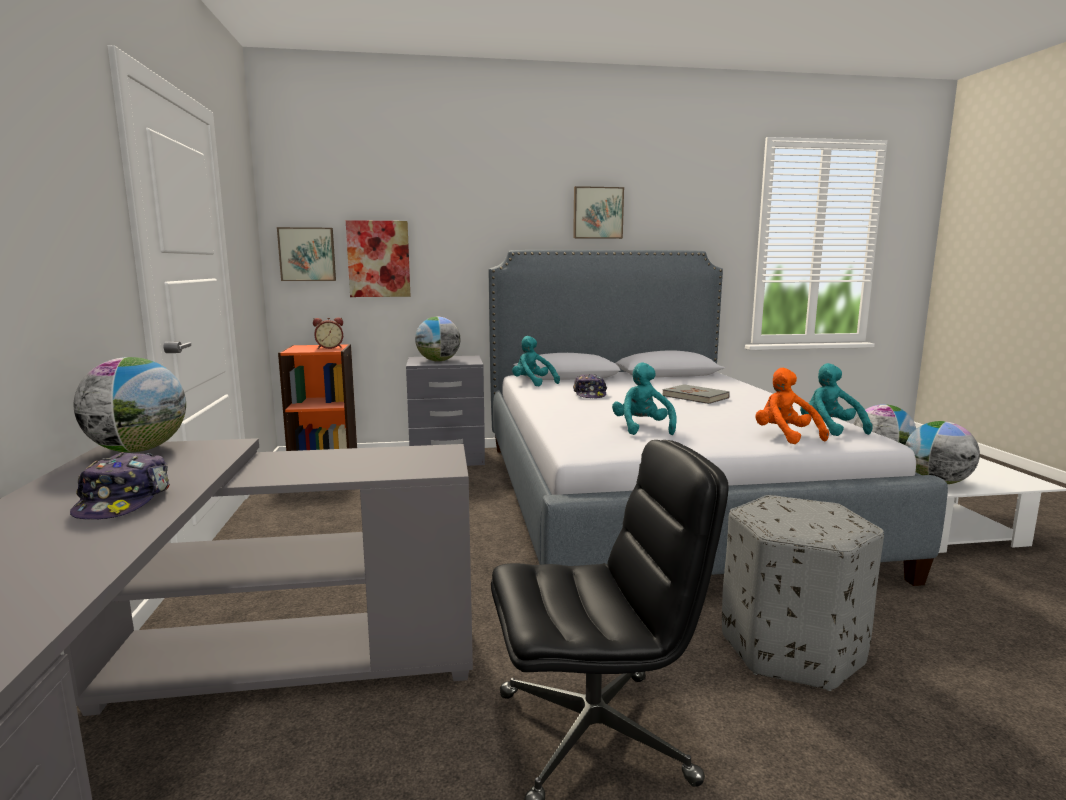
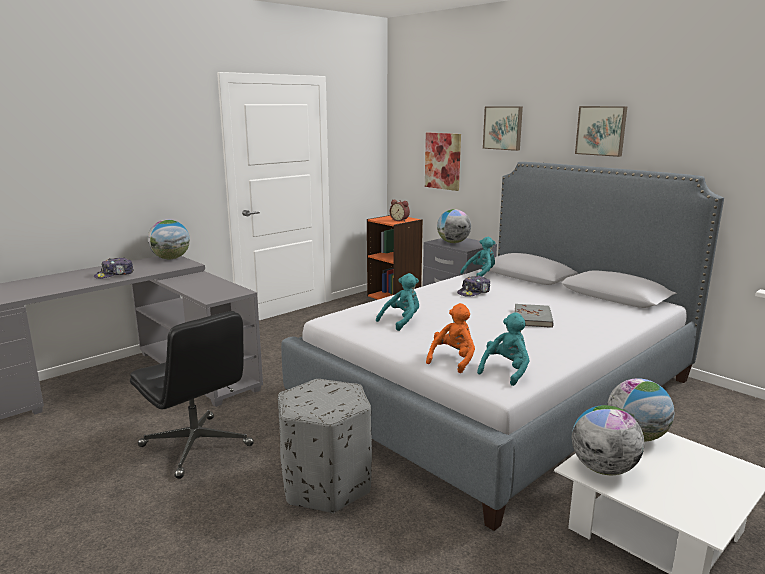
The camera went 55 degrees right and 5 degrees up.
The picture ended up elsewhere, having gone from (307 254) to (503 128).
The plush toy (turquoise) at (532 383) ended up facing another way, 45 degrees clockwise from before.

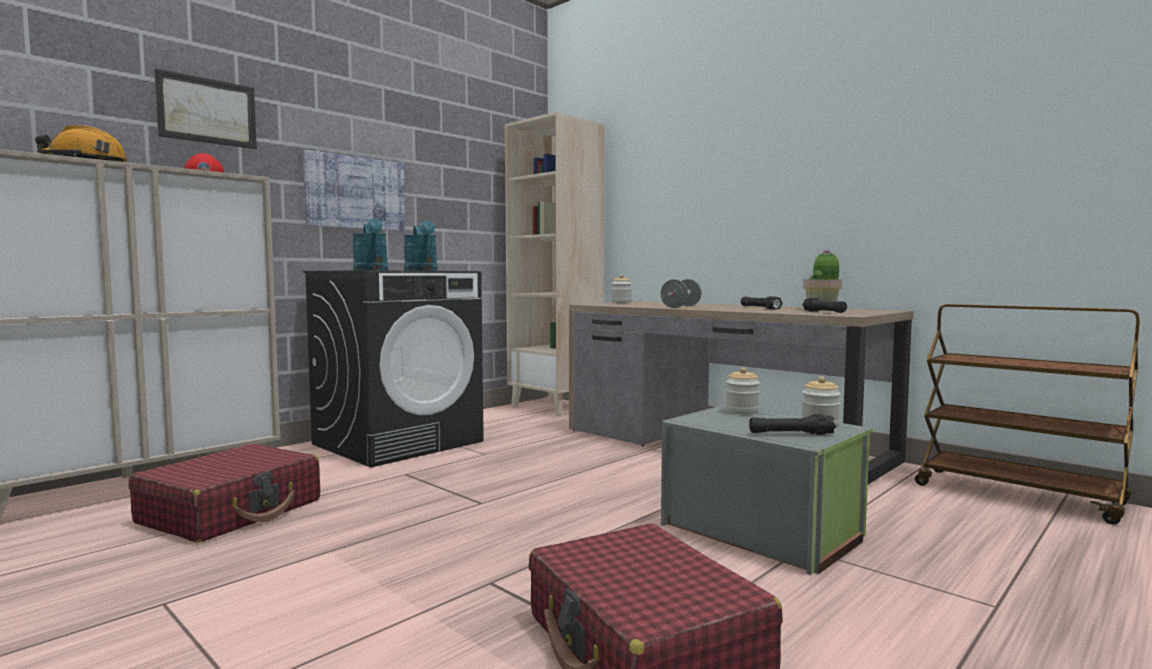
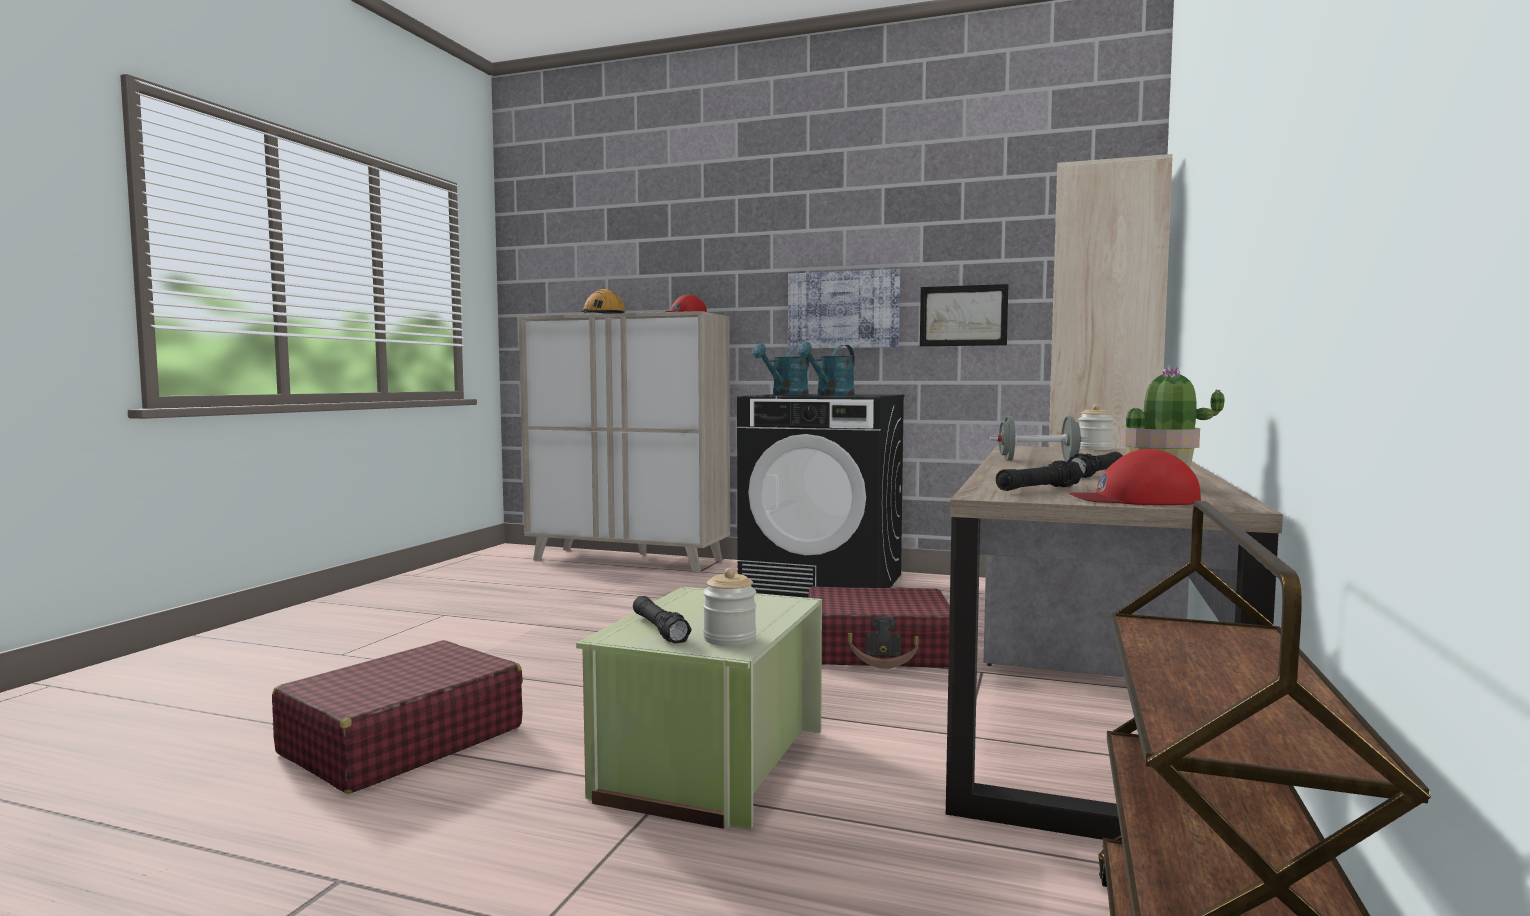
The camera went 65 degrees right and 0 degrees up.
The picture ended up elsewhere, having gone from (207 111) to (963 315).
The second view lost the jar at (742 411).
What was the storage box (grey) at (760 531) turned into the storage box (green) at (708 763).
The suitcase (red) ended up elsewhere, having gone from (232 512) to (879 650).
The second view gained the cap (red) at (1136 499).

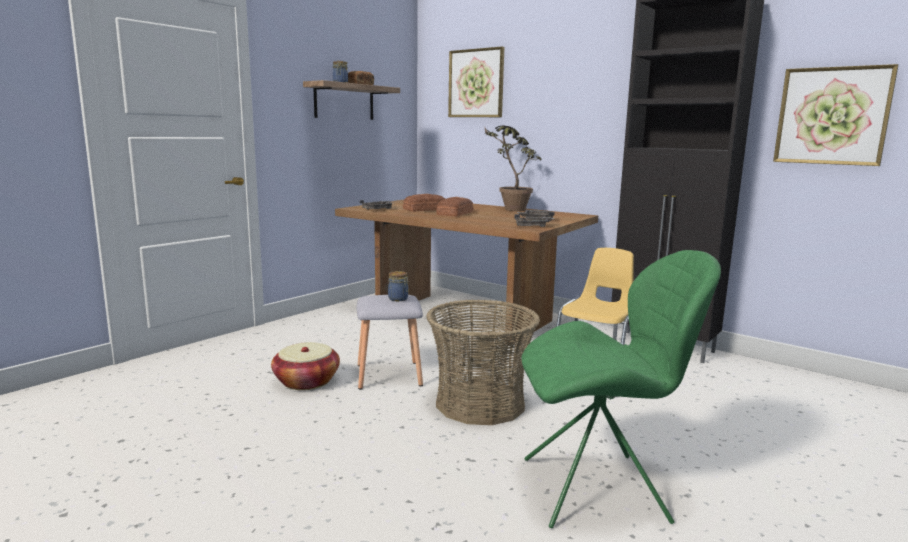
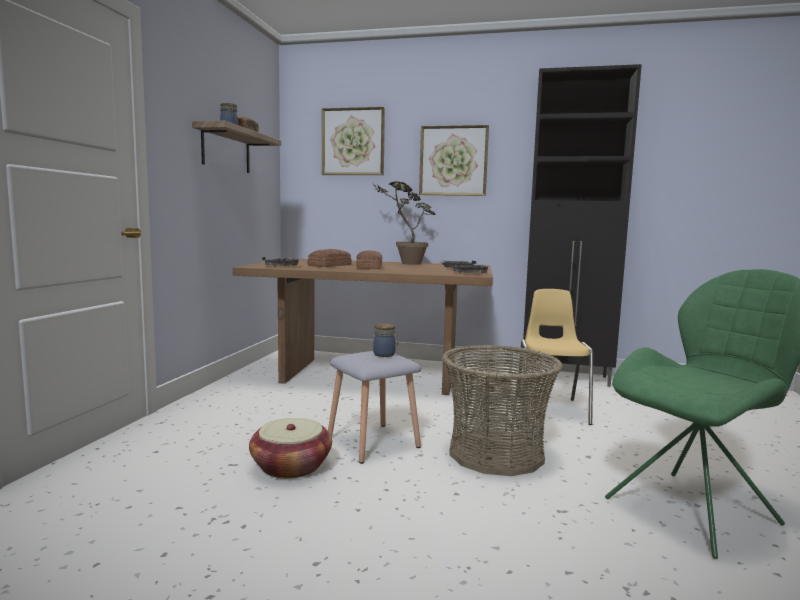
The camera went 25 degrees left and 5 degrees down.
The picture ended up elsewhere, having gone from (832 116) to (453 161).

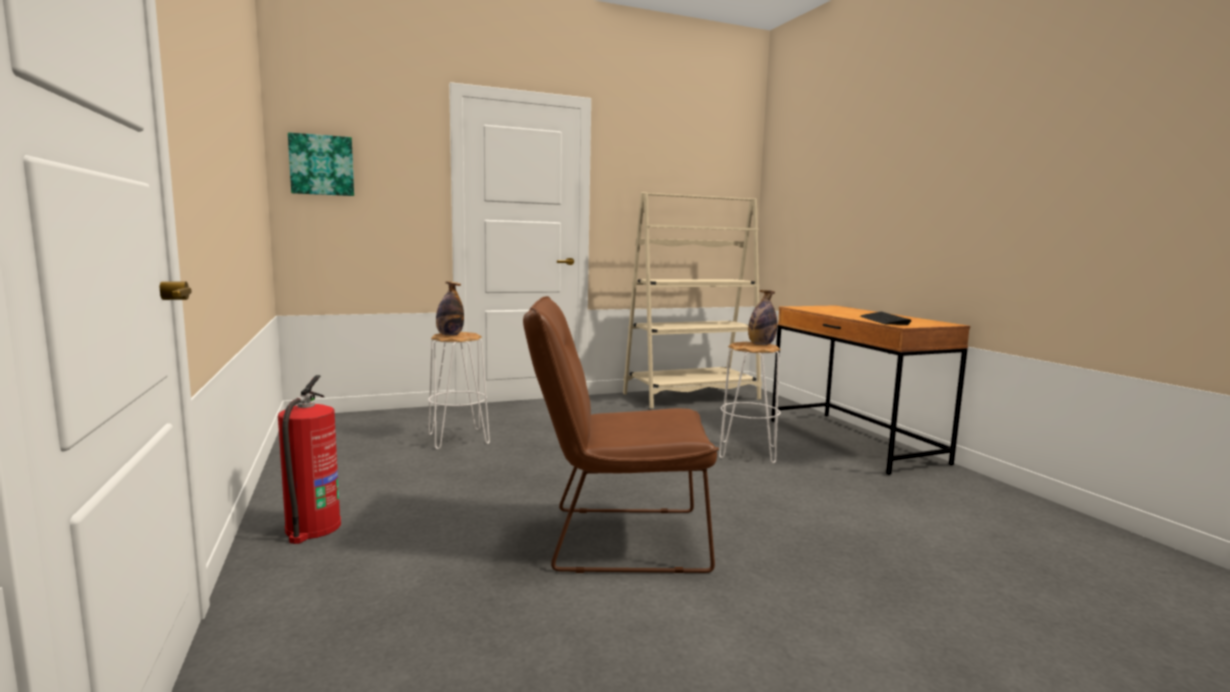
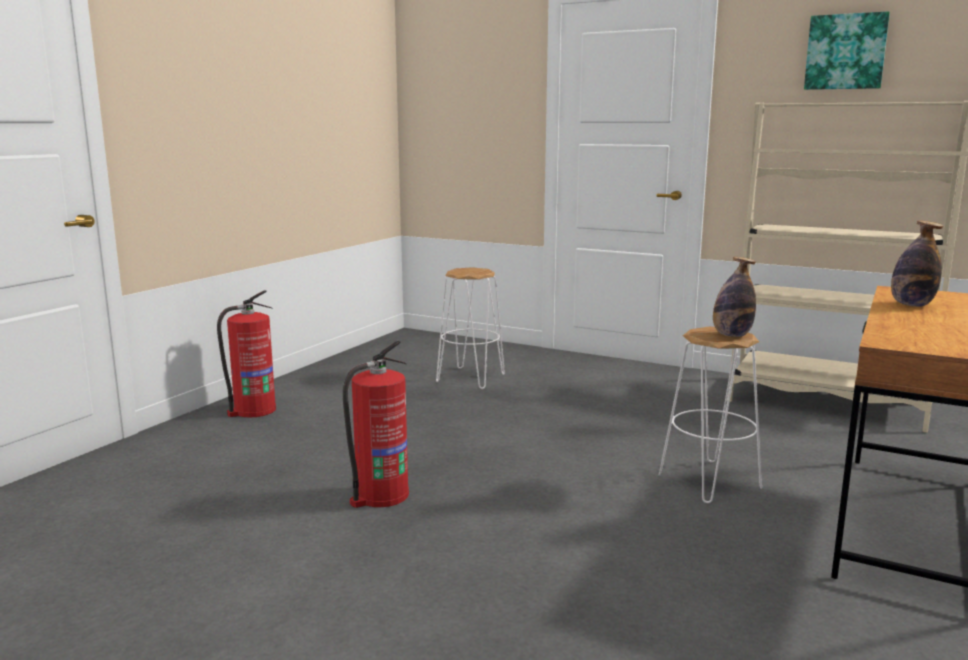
The camera went 50 degrees right and 5 degrees up.
The picture ended up elsewhere, having gone from (322 165) to (845 52).
The bottle ended up elsewhere, having gone from (449 335) to (911 305).
Where the chair (brown) stood at (615 539), the fire extinguisher came to stand at (380 495).
The second view lost the keyboard at (884 320).

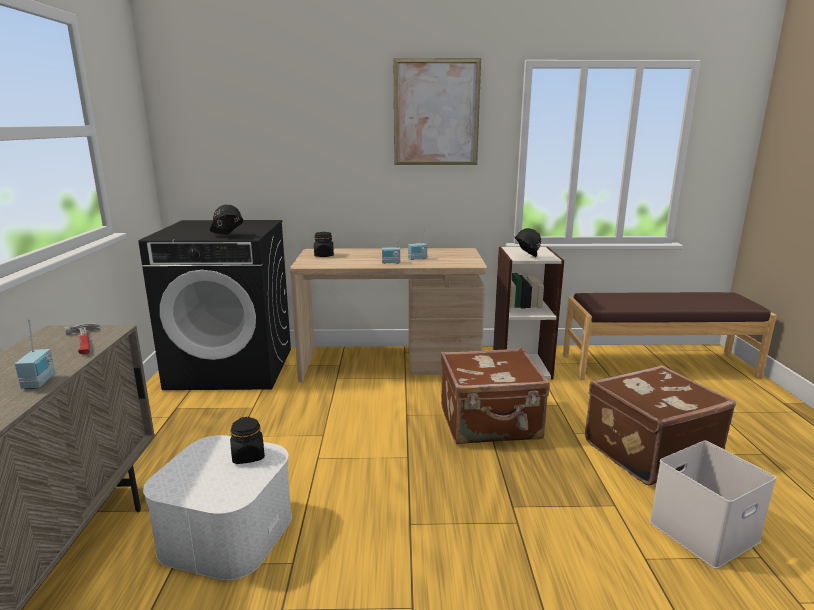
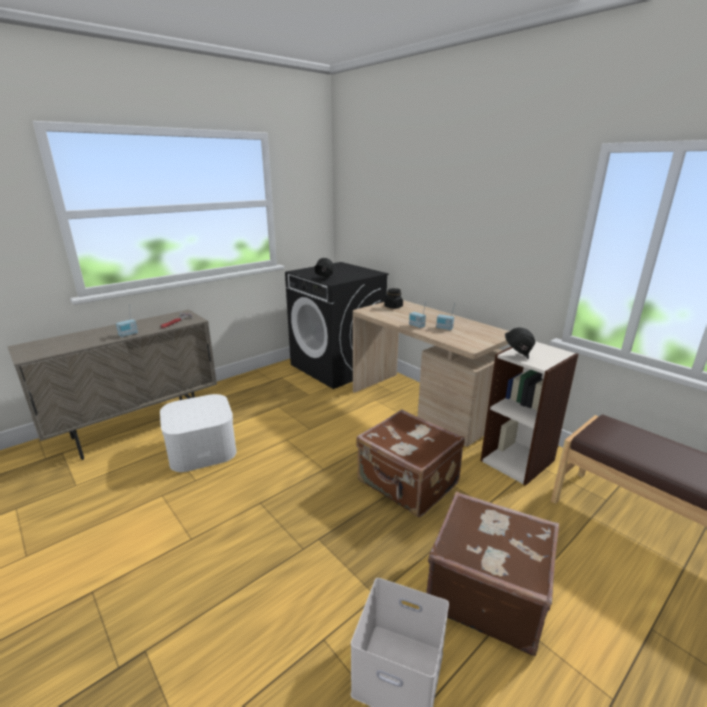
The camera went 50 degrees right and 5 degrees up.
The second view lost the picture at (436 113).
The second view lost the jar (black) at (248 456).

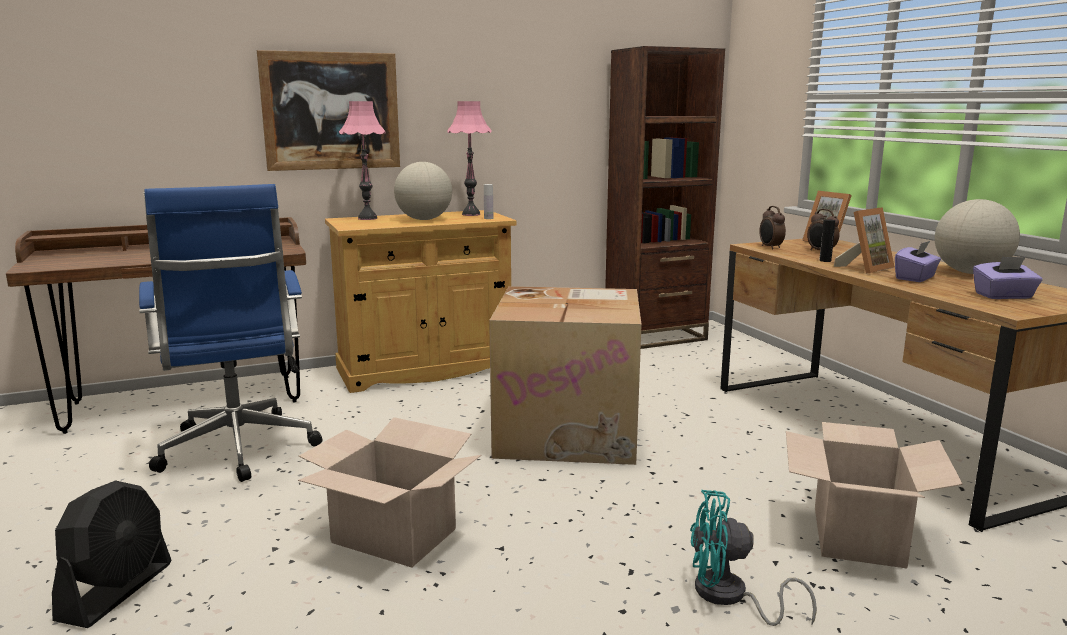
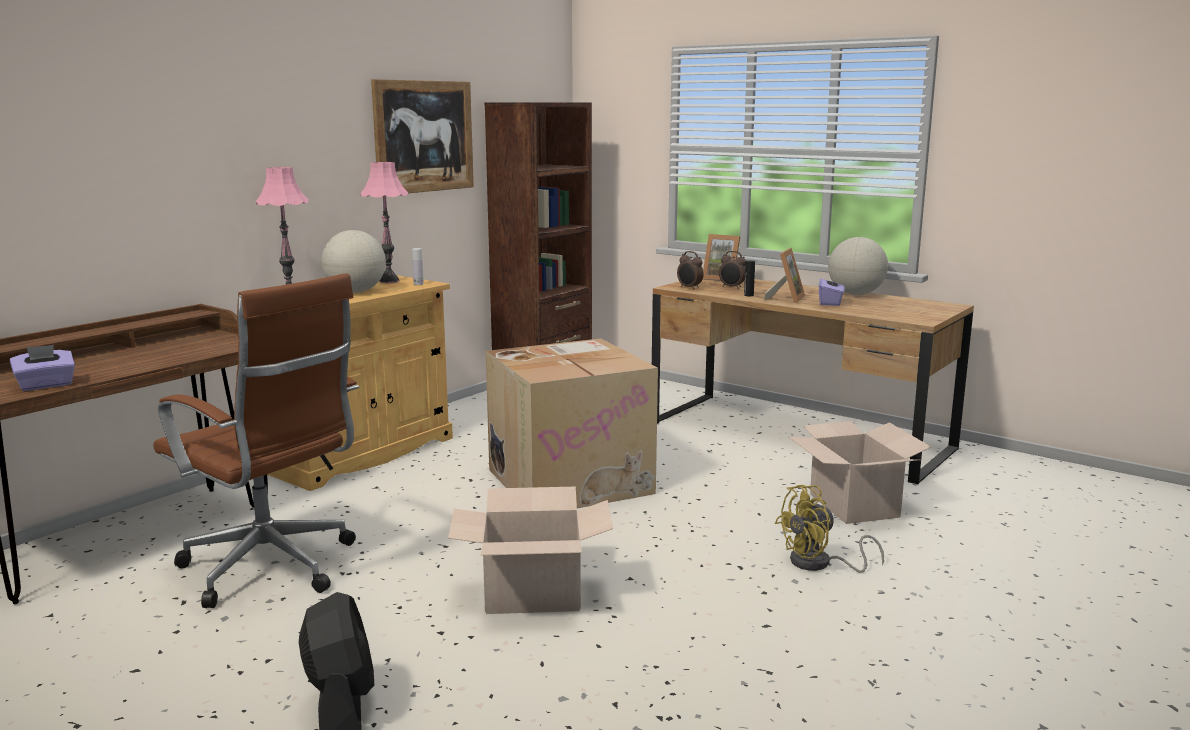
The camera went 30 degrees left and 0 degrees up.
The picture ended up elsewhere, having gone from (331 111) to (424 136).
What was the office chair (blue) at (238 452) turned into the office chair (brown) at (273 569).
The tissue box (purple) ended up elsewhere, having gone from (1003 296) to (46 385).
What was the fan (turquoise) at (729 597) turned into the fan (yellow) at (819 564).

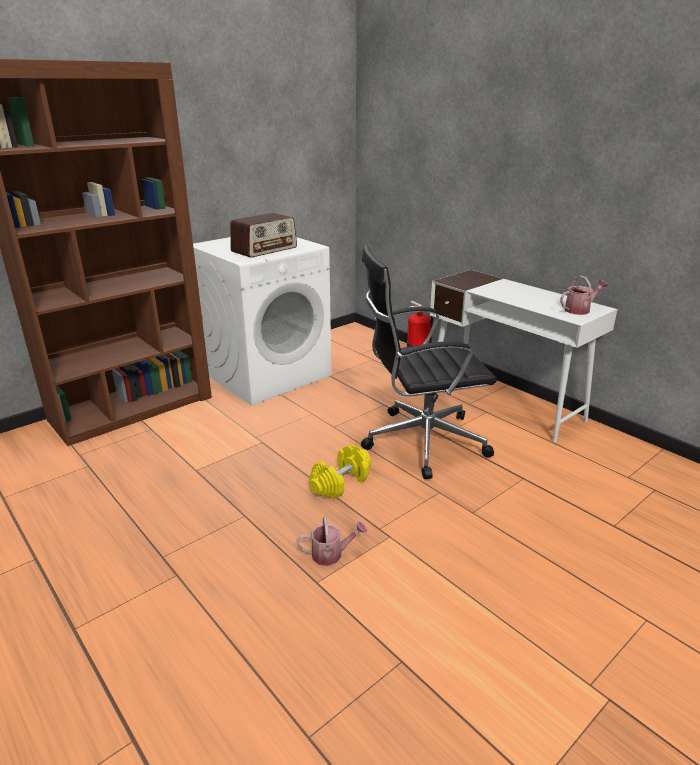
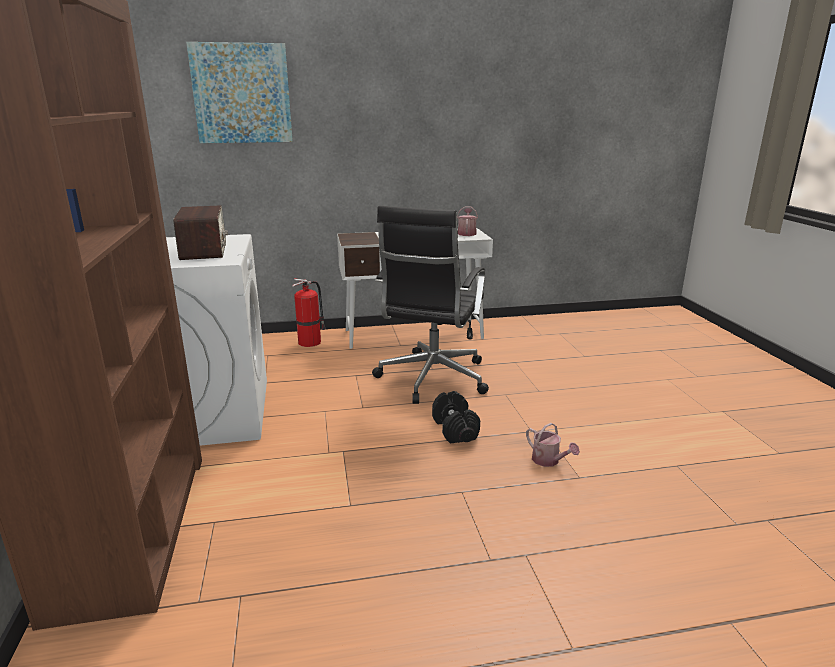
The camera went 60 degrees left and 5 degrees down.
What was the dumbbell (yellow) at (340 483) turned into the dumbbell (black) at (455 429).
The watering can at (331 554) ended up facing another way, 120 degrees clockwise from before.
The second view gained the picture at (242 94).

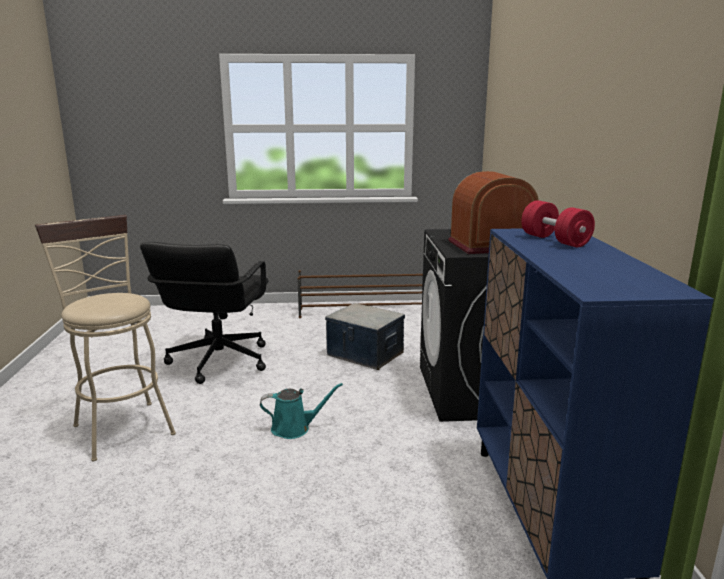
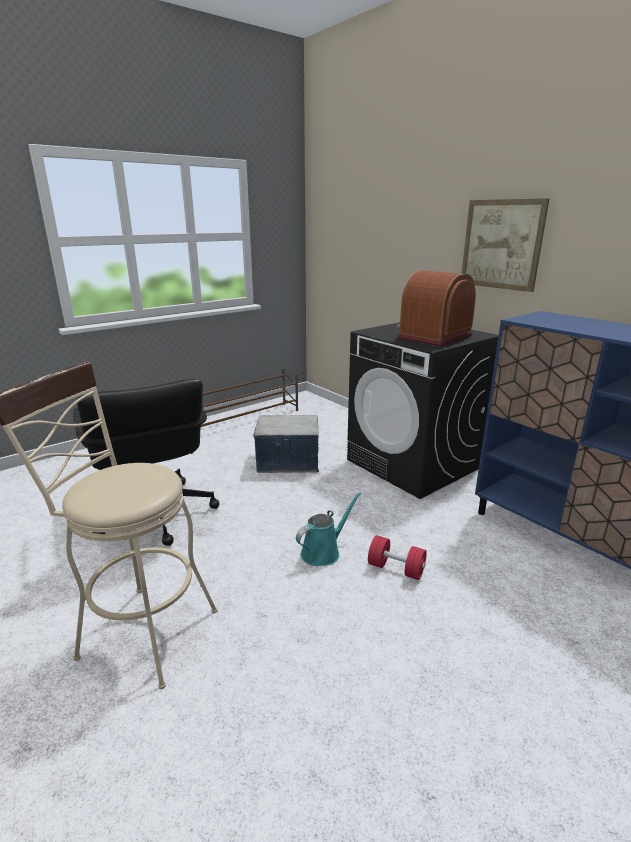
The camera went 35 degrees left and 5 degrees up.
The dumbbell (red) ended up elsewhere, having gone from (555 240) to (396 569).
The second view gained the picture at (501 244).

